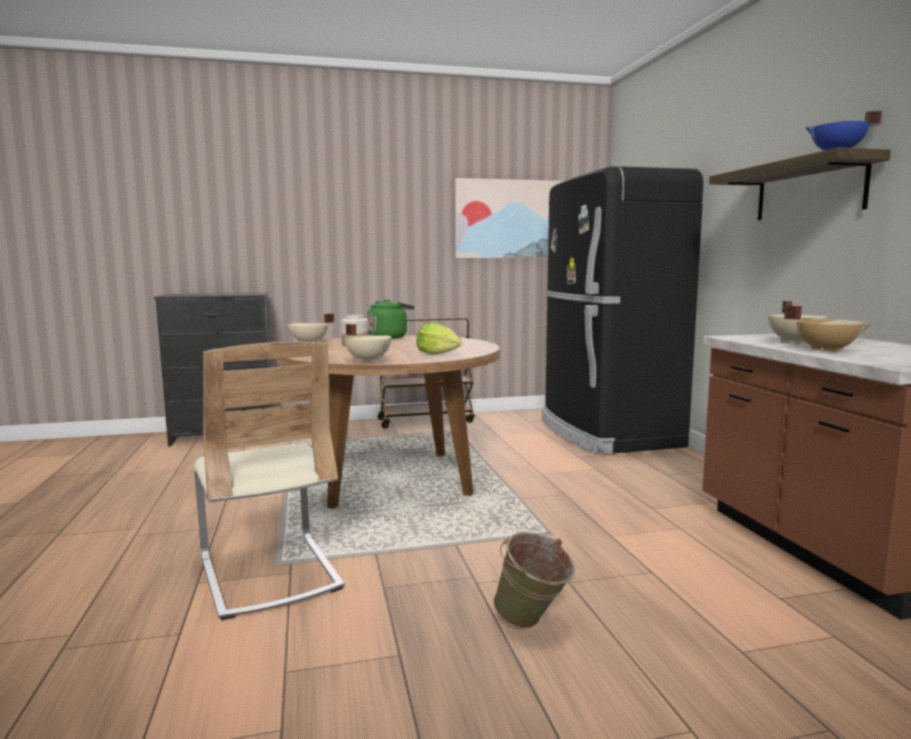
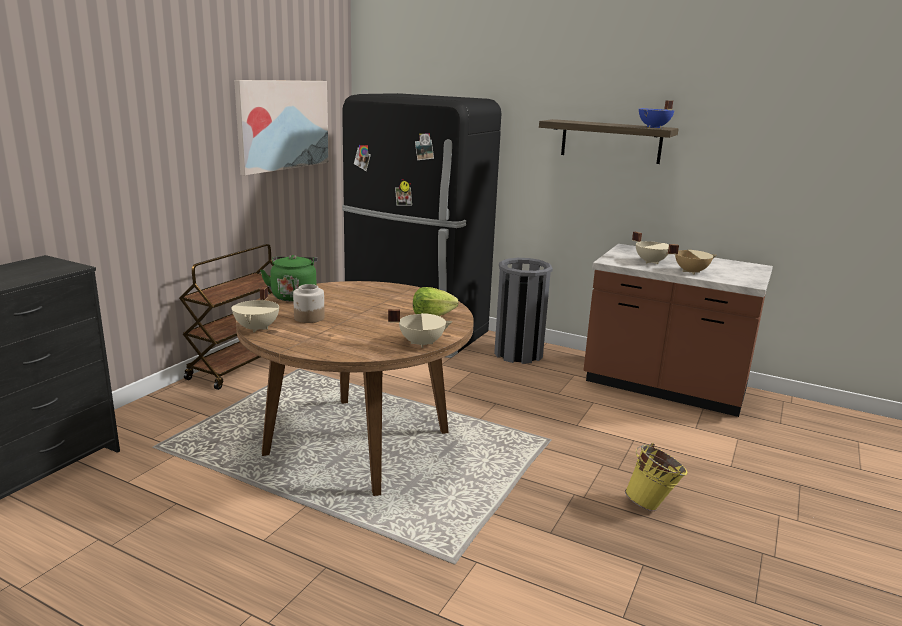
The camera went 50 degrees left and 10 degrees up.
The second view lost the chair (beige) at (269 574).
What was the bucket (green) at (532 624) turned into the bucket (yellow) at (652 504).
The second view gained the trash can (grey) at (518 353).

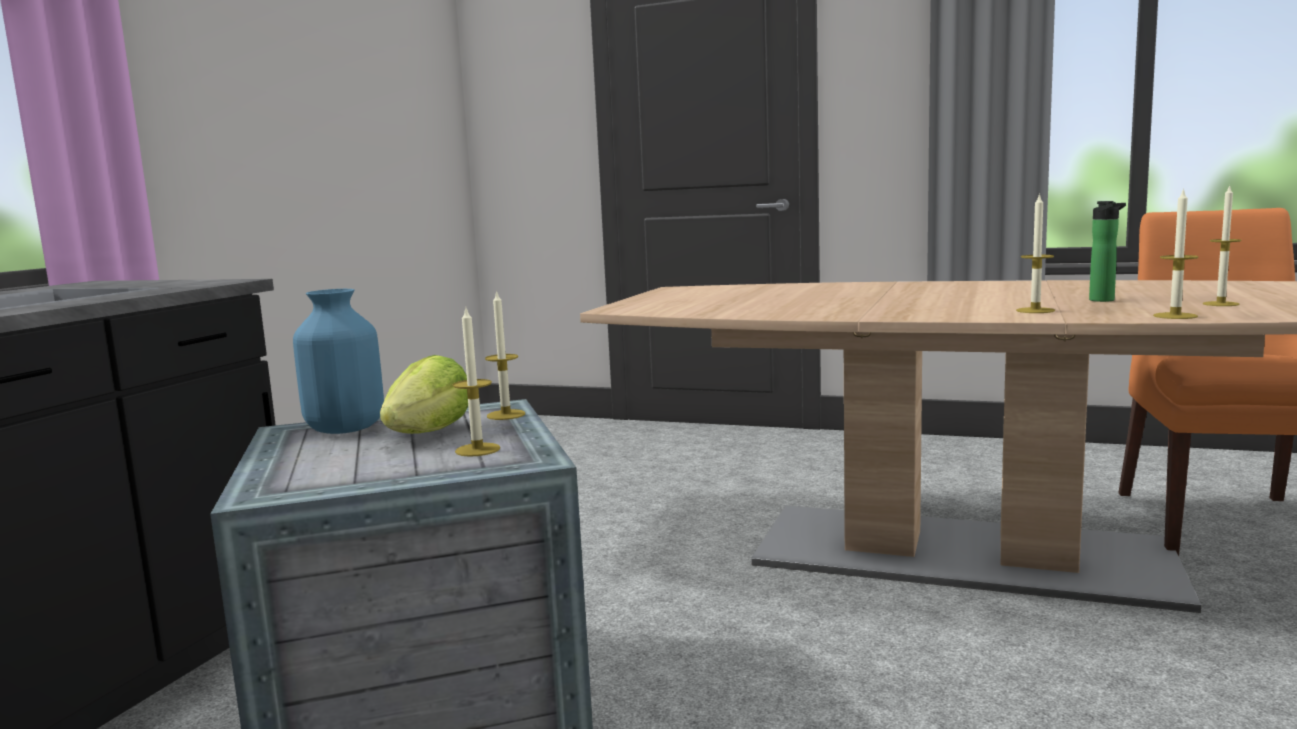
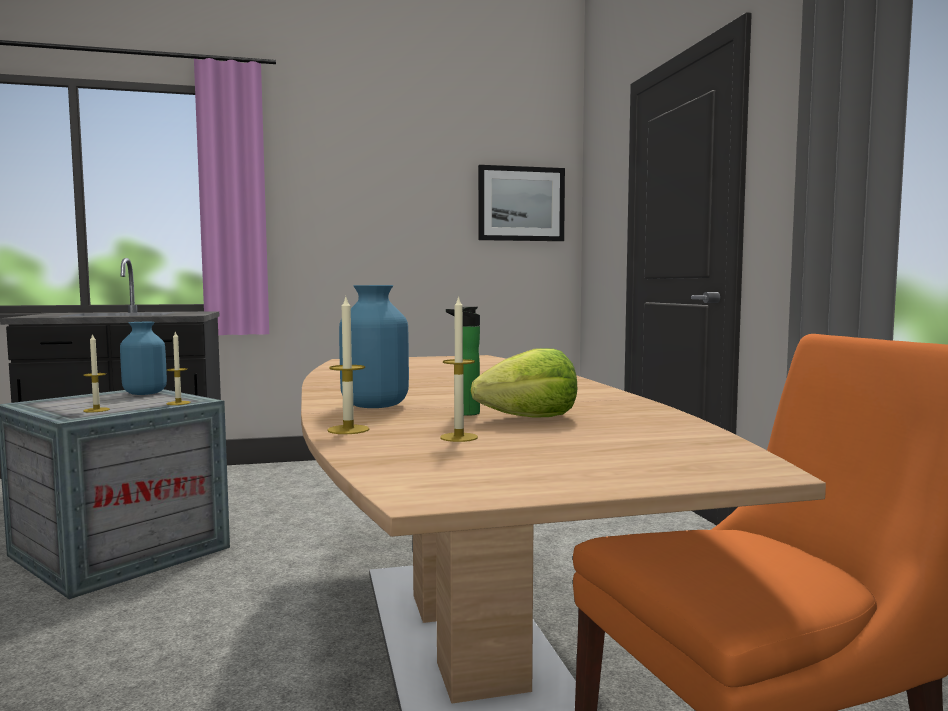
The camera went 55 degrees right and 5 degrees down.
Where the candle stood at (1035 310), the vase (blue) came to stand at (374 405).
The lettuce ended up elsewhere, having gone from (429 433) to (530 418).
The second view gained the picture at (521 204).

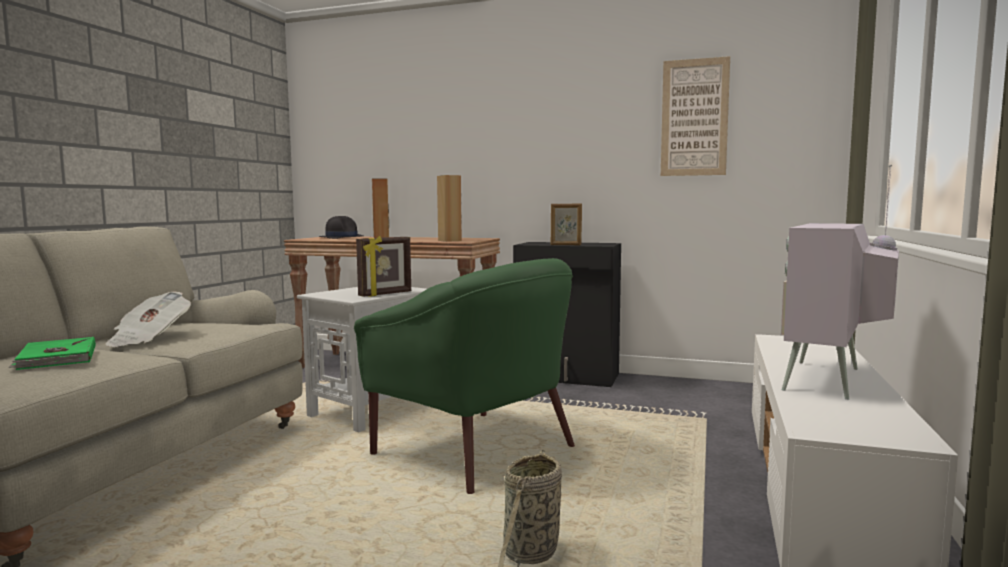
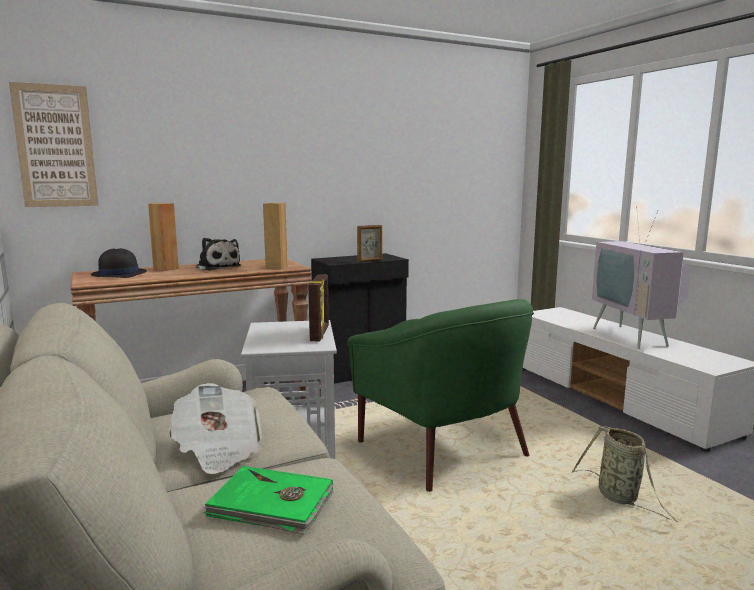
The camera went 45 degrees left and 5 degrees up.
The picture ended up elsewhere, having gone from (694 118) to (55 146).
The armchair (green) at (477 450) ended up facing another way, 60 degrees clockwise from before.
The second view gained the plush toy at (217 267).

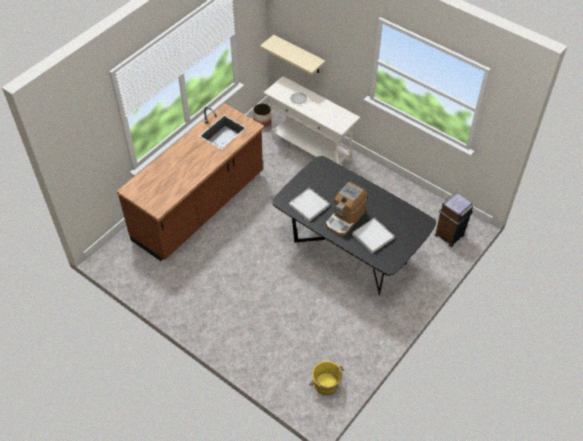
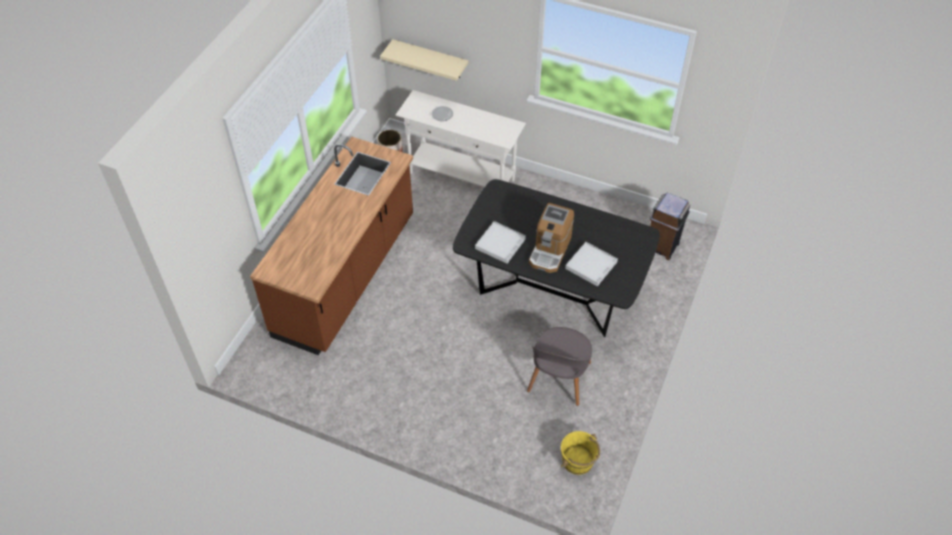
The camera went 15 degrees left and 0 degrees up.
The second view gained the chair (grey) at (558 379).

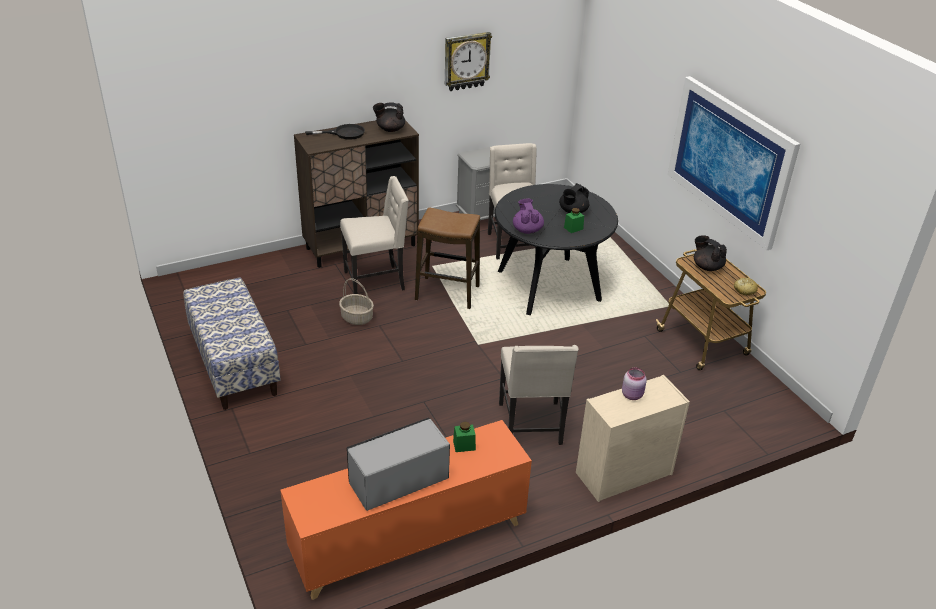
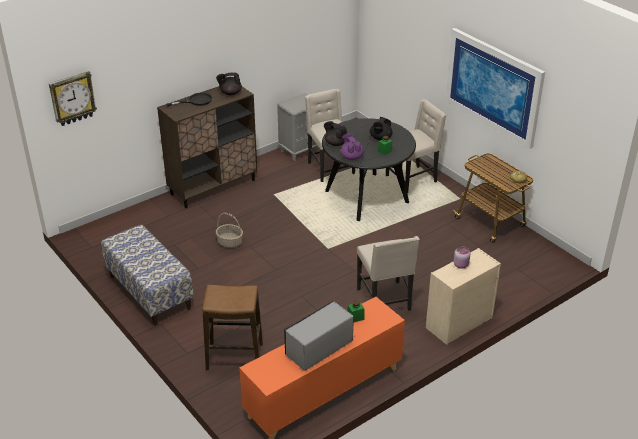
The camera went 10 degrees left and 0 degrees up.
The wall clock ended up elsewhere, having gone from (466 61) to (72 98).
The chair (beige) ended up elsewhere, having gone from (376 281) to (412 179).
The stool ended up elsewhere, having gone from (447 293) to (234 357).
The teapot (black) ended up elsewhere, having gone from (707 267) to (335 143).

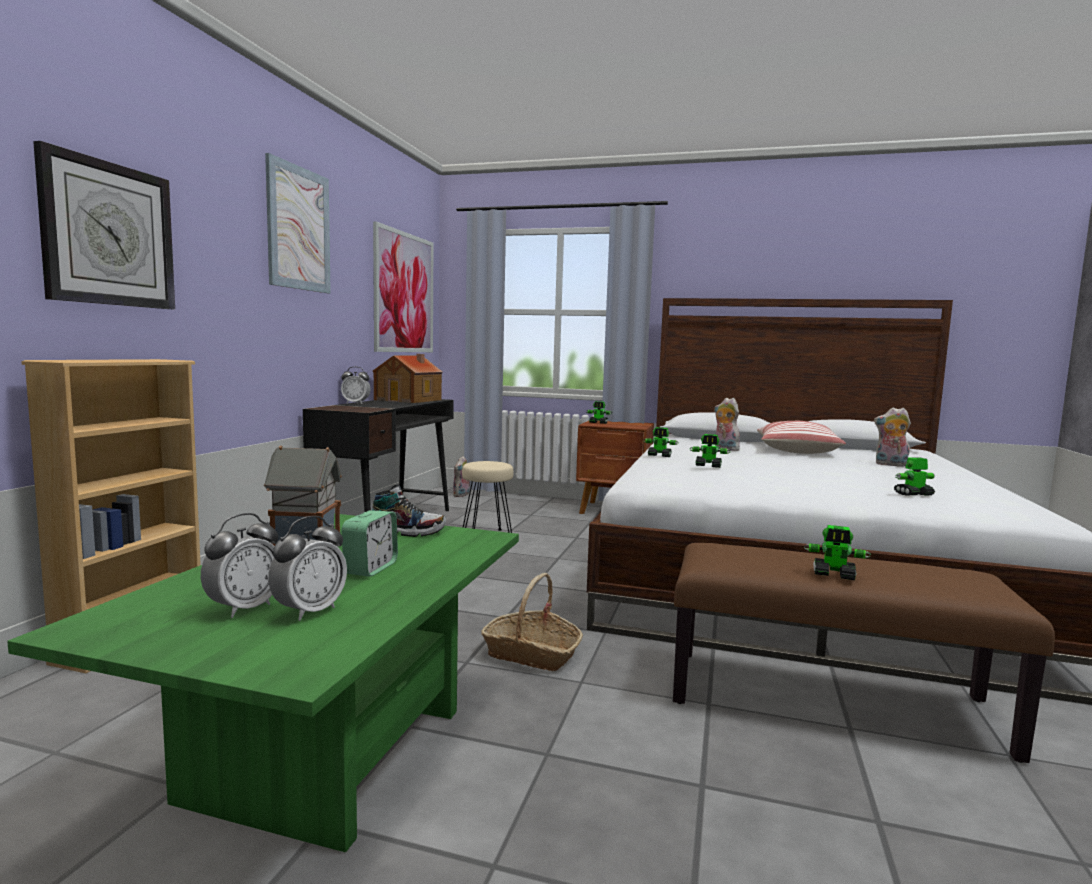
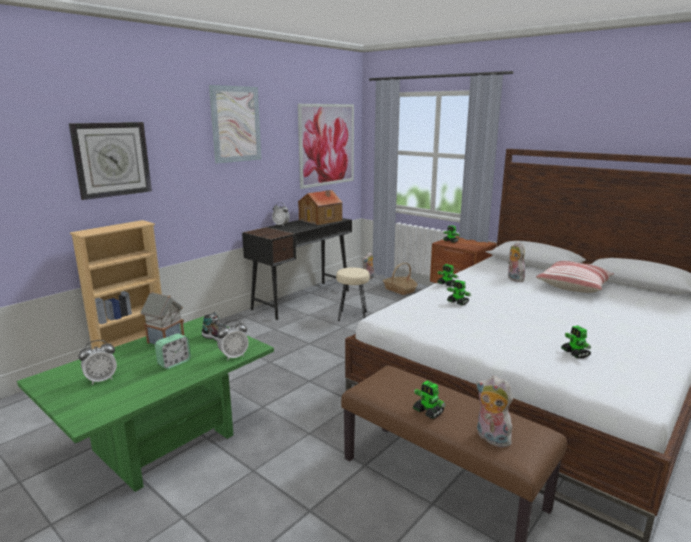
The camera went 25 degrees right and 10 degrees up.
The plush toy ended up elsewhere, having gone from (890 465) to (490 438).
The toy robot at (913 494) ended up facing another way, 120 degrees counterclockwise from before.
The alarm clock ended up elsewhere, having gone from (309 611) to (234 356).
The basket ended up elsewhere, having gone from (532 653) to (400 290).

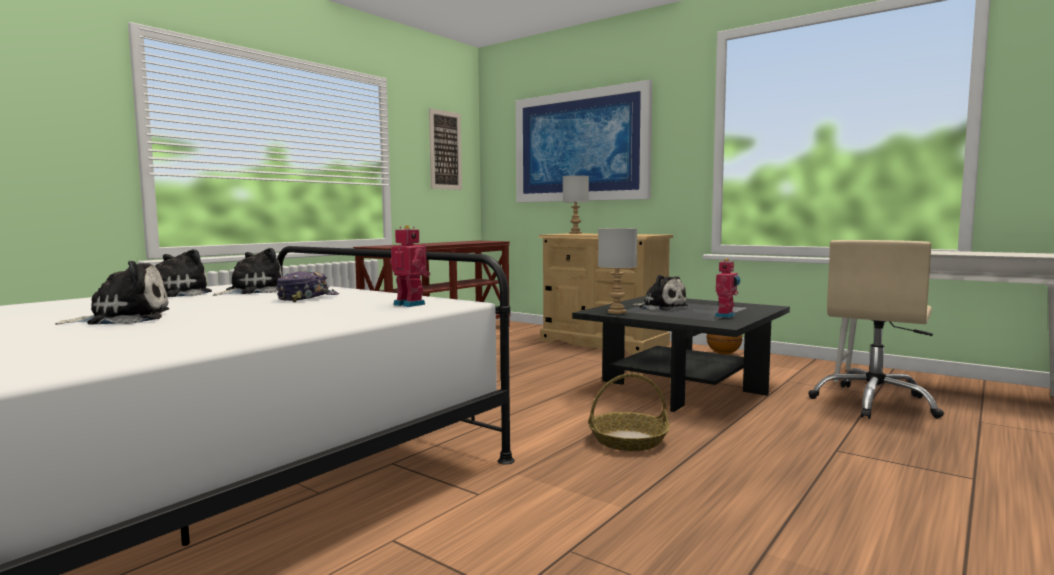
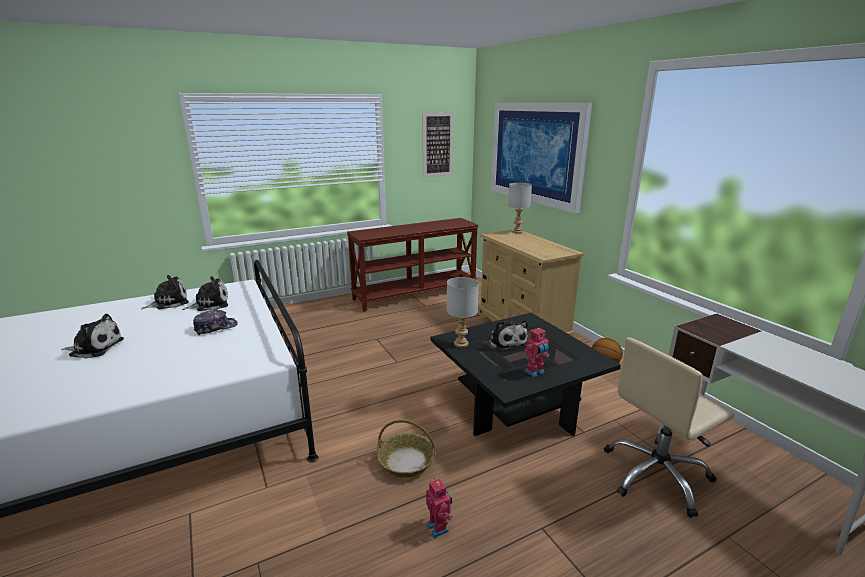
The camera went 25 degrees right and 15 degrees up.
The toy robot ended up elsewhere, having gone from (411 304) to (439 527).

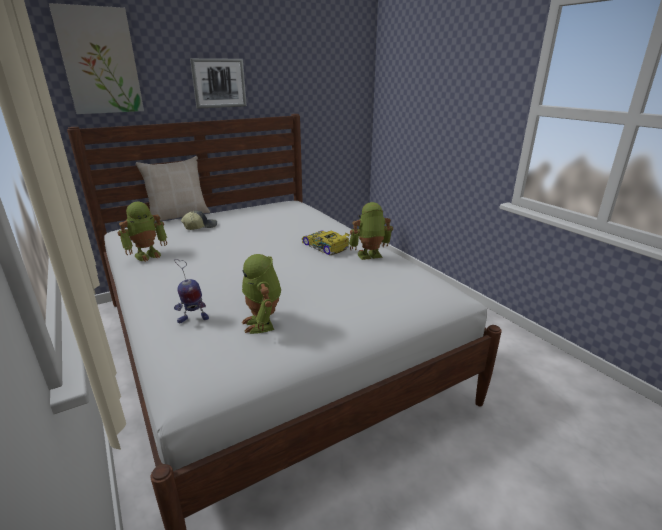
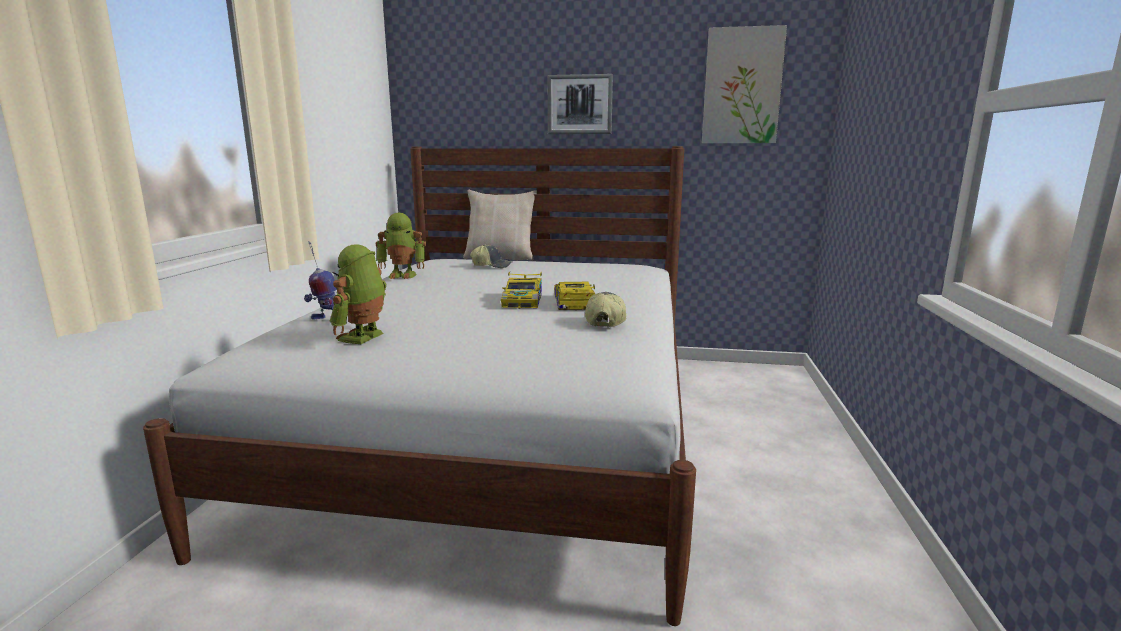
The camera went 40 degrees right and 10 degrees down.
The picture ended up elsewhere, having gone from (100 61) to (742 86).
Where the toy robot stood at (369 256), the cap came to stand at (605 321).
The second view gained the toy car at (523 300).

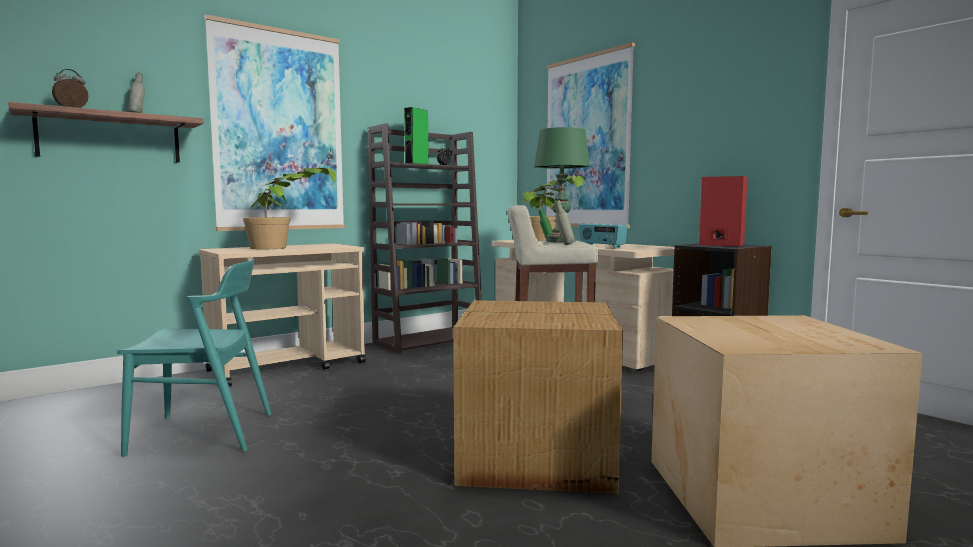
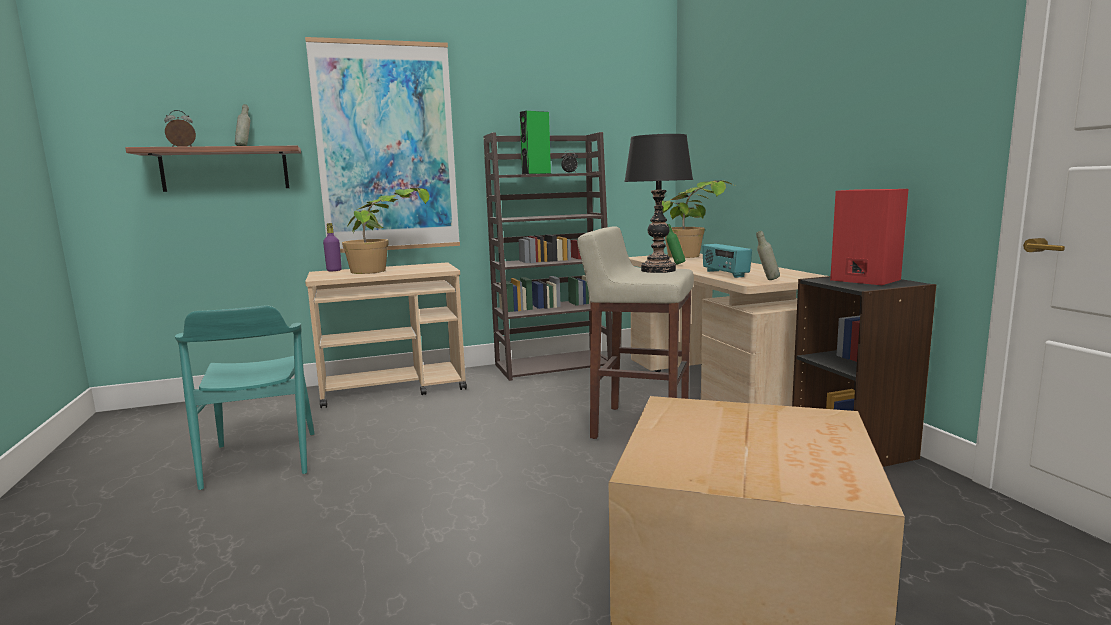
The camera went 20 degrees right and 5 degrees up.
The second view lost the picture at (587 142).
What was the table lamp (green) at (560 241) turned into the table lamp (black) at (658 270).
The bottle (grey) ended up elsewhere, having gone from (564 245) to (767 280).
The chair (turquoise) at (203 433) ended up facing another way, 60 degrees clockwise from before.
The second view lost the cardboard box at (539 456).
The second view gained the bottle (purple) at (334 270).

